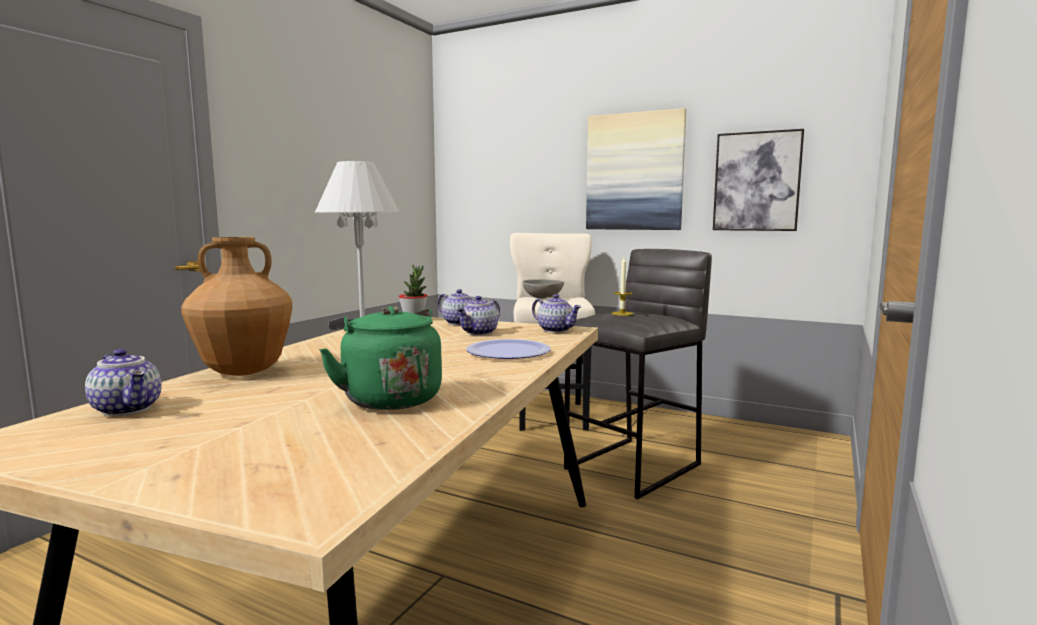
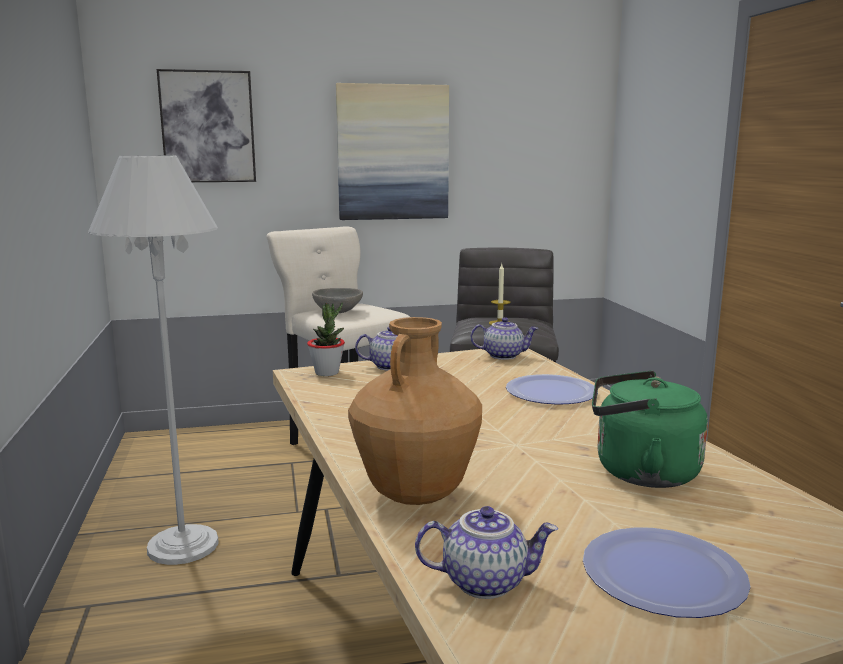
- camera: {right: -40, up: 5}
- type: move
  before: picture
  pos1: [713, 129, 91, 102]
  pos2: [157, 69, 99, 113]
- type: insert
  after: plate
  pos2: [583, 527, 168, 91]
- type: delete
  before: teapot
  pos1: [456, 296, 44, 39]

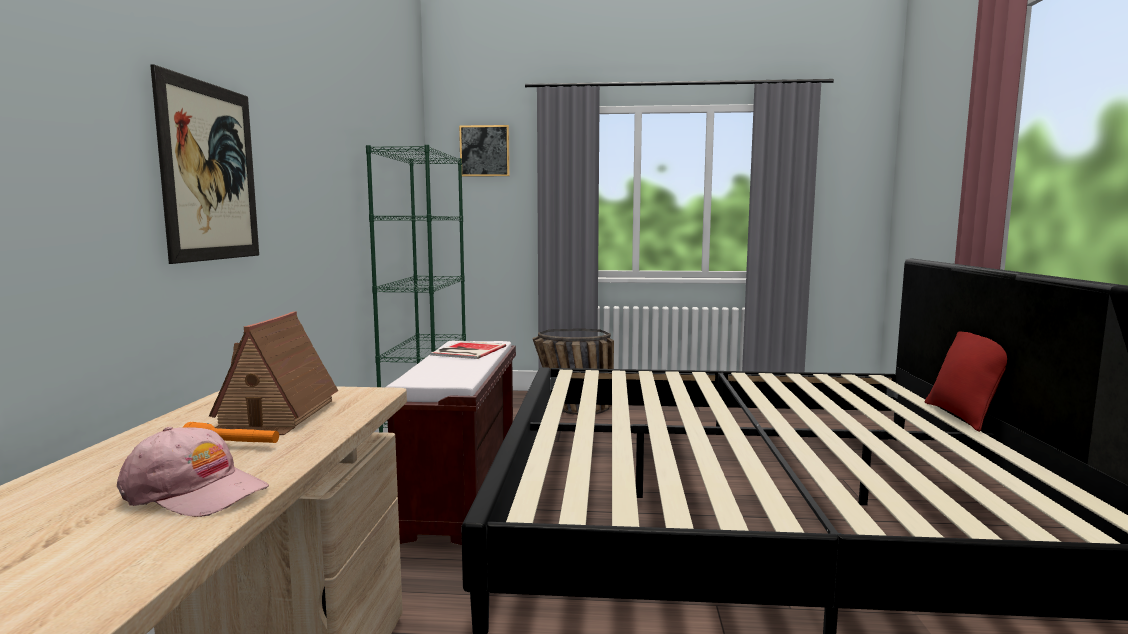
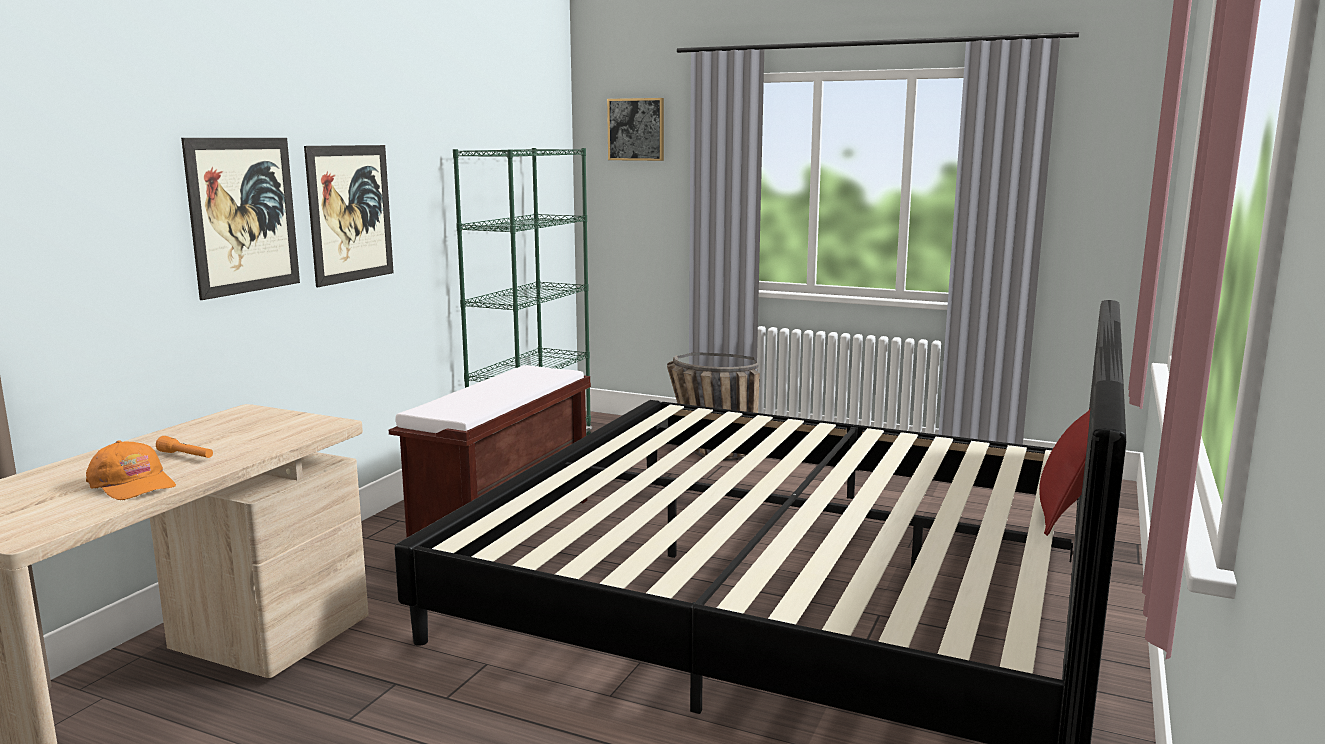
- camera: {right: 20, up: 5}
- type: recolor
  before: pink cap
  after: orange cap
  pos1: [117, 427, 152, 90]
  pos2: [86, 440, 90, 60]
- type: insert
  after: picture
  pos2: [304, 145, 90, 142]
- type: delete
  before: toy house
  pos1: [209, 311, 129, 124]
- type: delete
  before: book
  pos1: [430, 341, 76, 18]

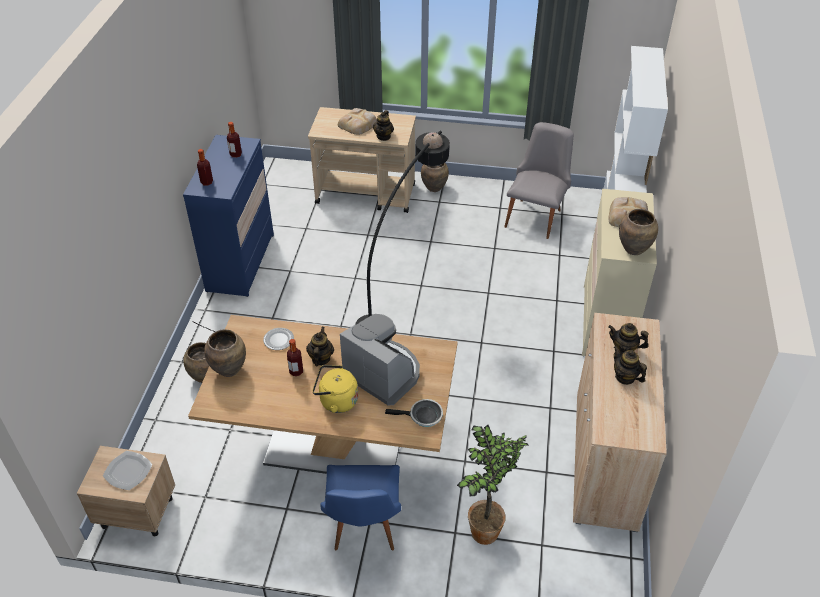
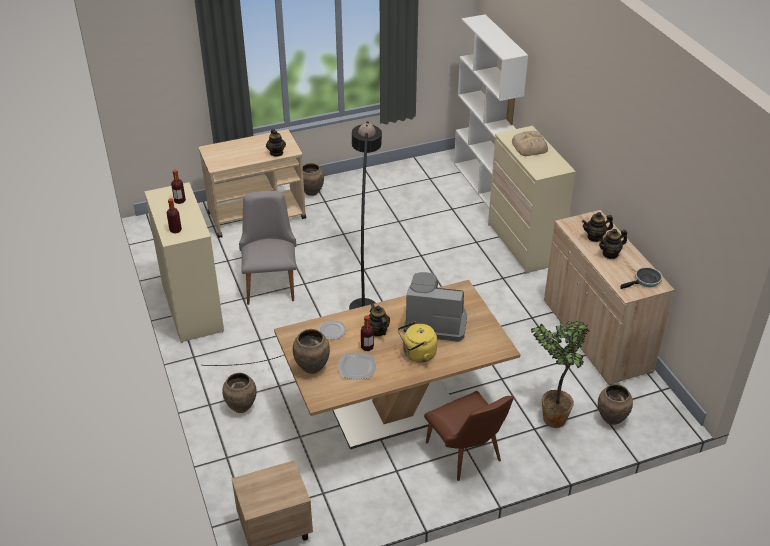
- camera: {right: -30, up: -5}
- type: recolor
  before: blue dresser
  after: beige dresser
  pos1: [183, 135, 91, 162]
  pos2: [144, 182, 80, 161]
- type: move
  before: grey chair
  pos1: [504, 122, 70, 117]
  pos2: [239, 191, 58, 114]
- type: move
  before: plate
  pos1: [103, 451, 50, 39]
  pos2: [338, 352, 38, 27]
- type: recolor
  before: blue chair
  after: brown chair
  pos1: [320, 465, 81, 86]
  pos2: [424, 391, 90, 90]
- type: move
  before: brown vase
  pos1: [619, 209, 39, 46]
  pos2: [598, 384, 35, 41]
- type: rotate
  before: teapot
  pos1: [614, 346, 33, 39]
  pos2: [599, 229, 28, 30]
  turn: -45
- type: move
  before: frying pan
  pos1: [385, 399, 58, 28]
  pos2: [620, 267, 43, 22]
- type: delete
  before: bread
  pos1: [338, 108, 39, 27]

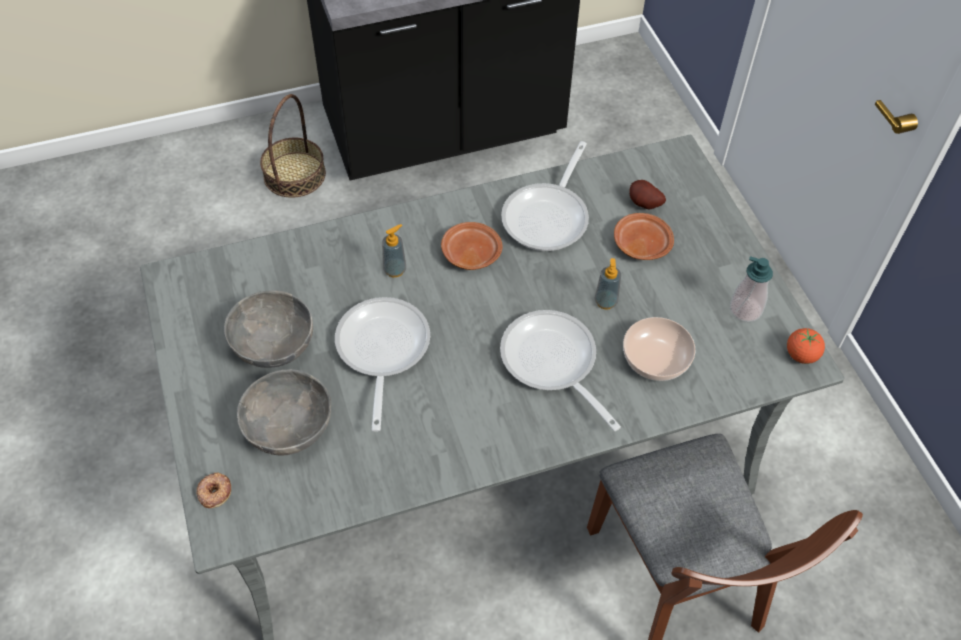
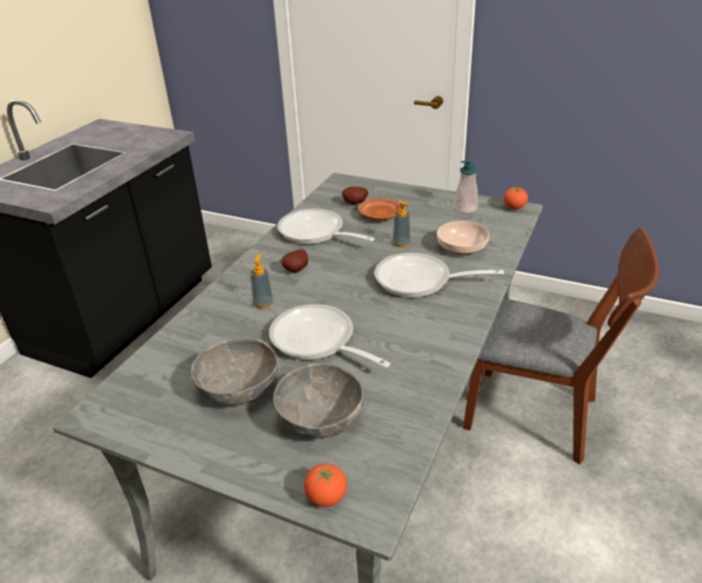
- camera: {right: -45, up: -20}
- type: rotate
  before: frying pan
  pos1: [501, 141, 88, 110]
  pos2: [278, 208, 97, 36]
  turn: 150
- type: replace
  before: brown plate
  after: potato
  pos1: [441, 222, 62, 48]
  pos2: [281, 250, 27, 22]
- type: replace
  before: donut
  after: tomato
  pos1: [196, 473, 35, 35]
  pos2: [304, 463, 43, 44]
- type: delete
  before: basket
  pos1: [260, 94, 66, 104]

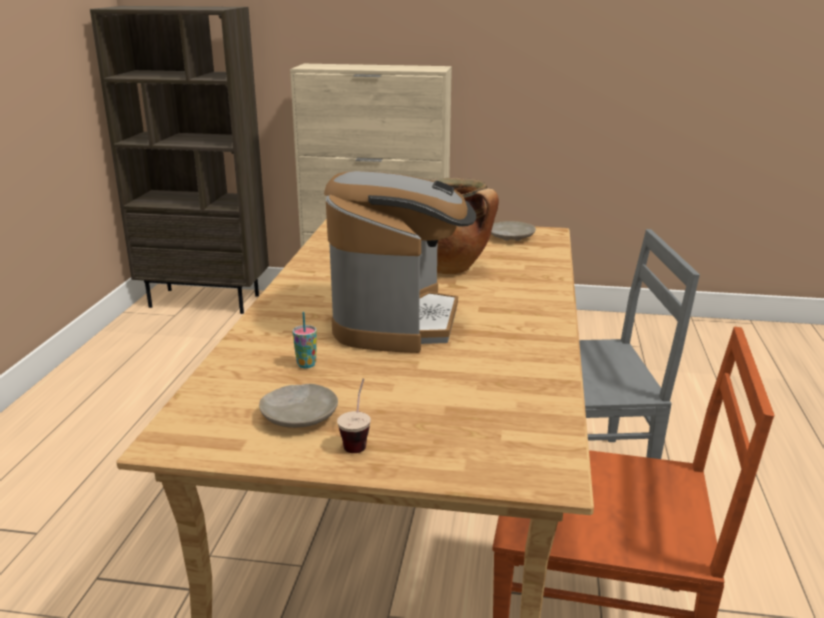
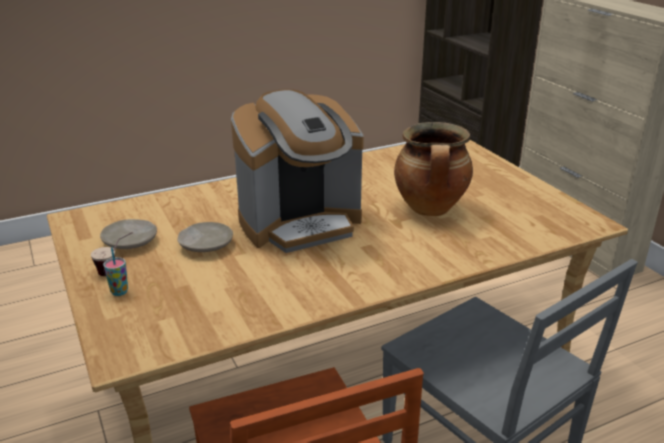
- camera: {right: 55, up: 5}
- type: move
  before: cup
  pos1: [292, 312, 25, 56]
  pos2: [103, 248, 25, 48]
- type: move
  before: beige plate
  pos1: [491, 221, 45, 20]
  pos2: [178, 222, 55, 30]

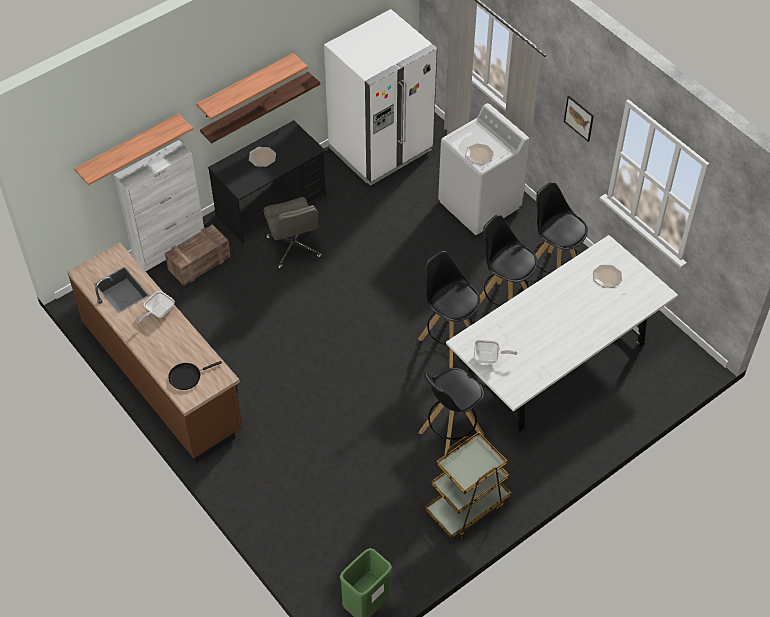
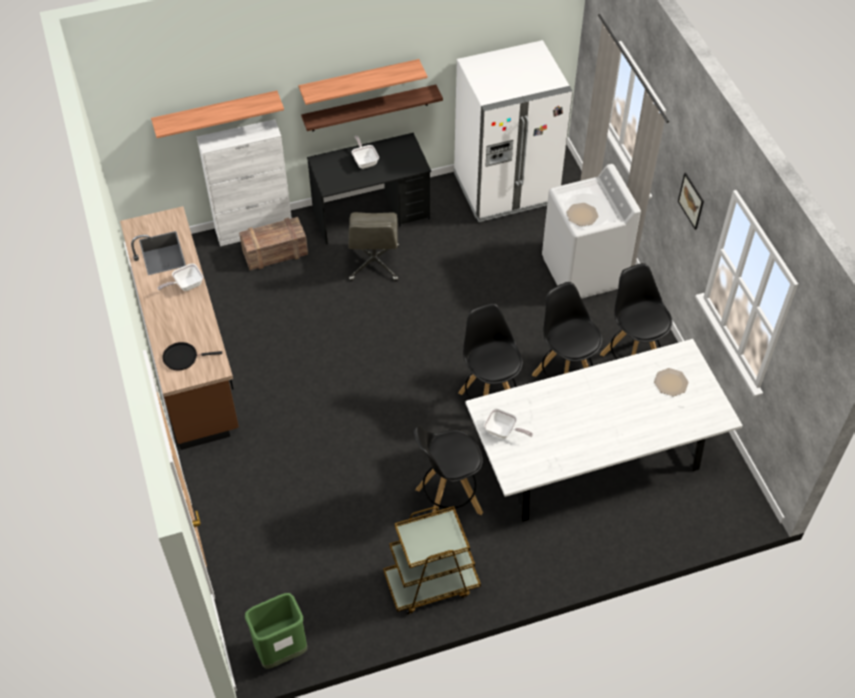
- camera: {right: 20, up: 0}
- type: replace
  before: plate
  after: frying pan
  pos1: [249, 147, 27, 20]
  pos2: [352, 136, 27, 33]

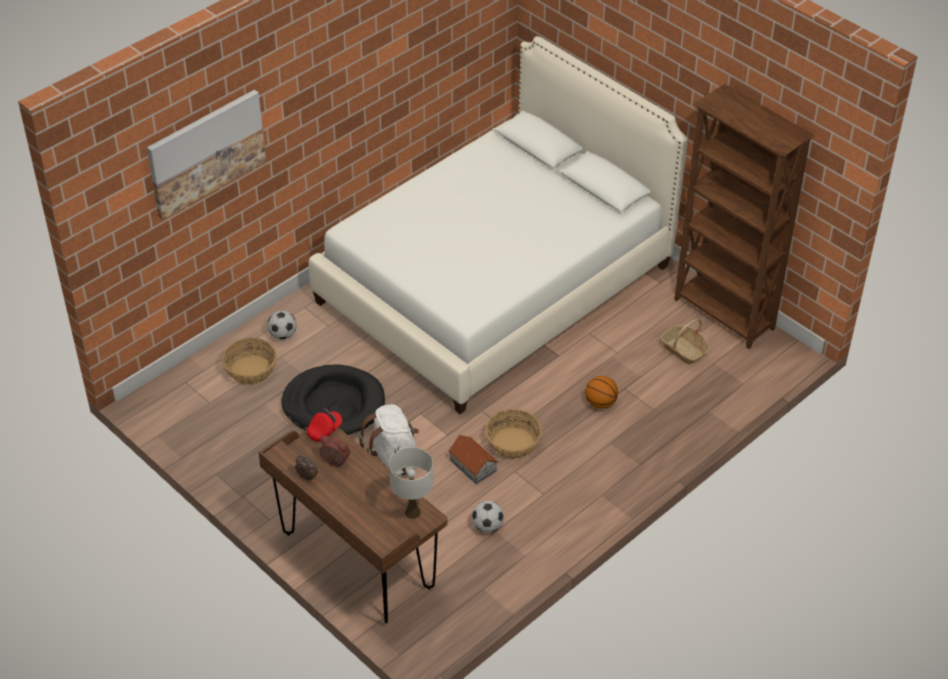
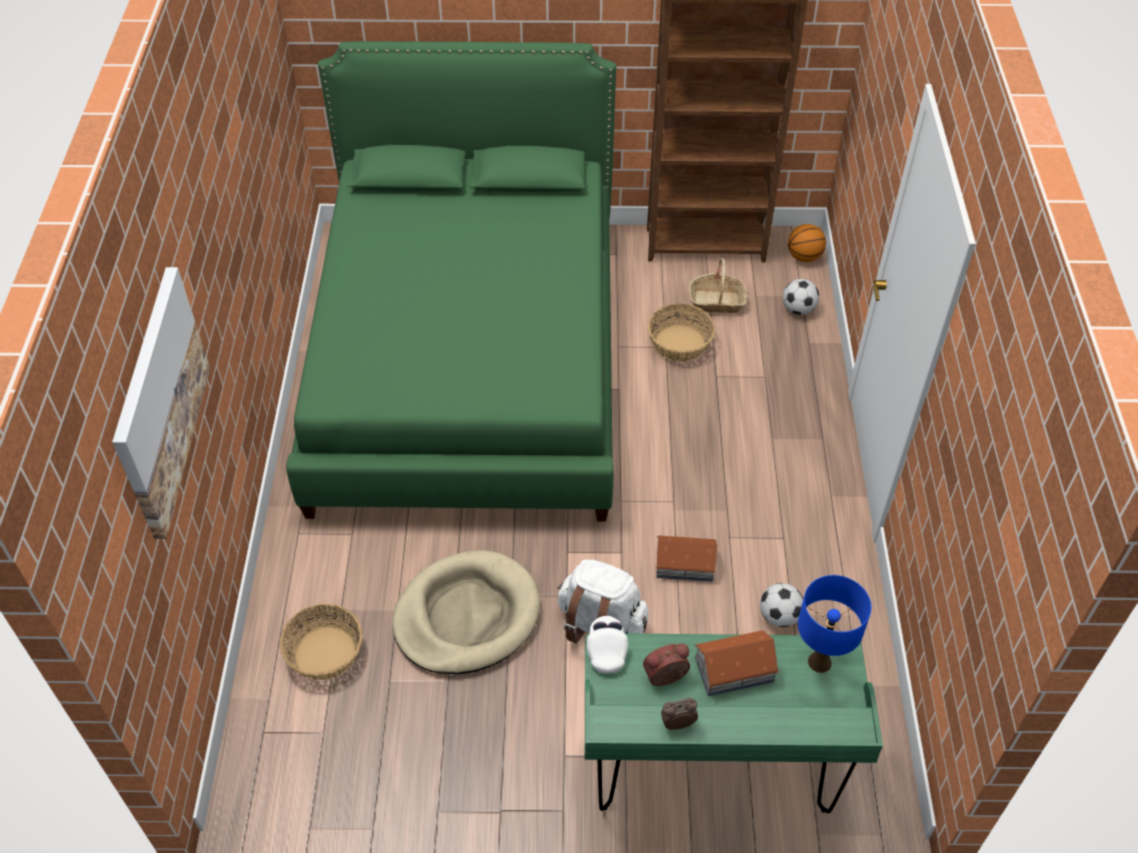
- camera: {right: -45, up: 5}
- type: recolor
  before: white bed
  after: green bed
  pos1: [309, 36, 379, 378]
  pos2: [286, 41, 330, 481]
- type: recolor
  before: black dog bed
  after: beige dog bed
  pos1: [282, 364, 103, 71]
  pos2: [392, 550, 148, 125]
- type: recolor
  before: brown desk
  after: green desk
  pos1: [259, 427, 189, 196]
  pos2: [585, 633, 298, 180]
- type: recolor
  before: red cap
  after: white cap
  pos1: [307, 408, 35, 34]
  pos2: [587, 616, 41, 58]
- type: move
  before: basket
  pos1: [485, 409, 57, 50]
  pos2: [648, 303, 67, 59]
- type: insert
  after: toy house
  pos2: [695, 630, 85, 66]
- type: move
  before: football
  pos1: [267, 311, 30, 28]
  pos2: [783, 279, 36, 36]
- type: move
  before: basketball
  pos1: [585, 376, 33, 33]
  pos2: [788, 224, 38, 38]
- type: recolor
  before: white table lamp
  after: blue table lamp
  pos1: [389, 447, 44, 72]
  pos2: [798, 575, 73, 98]

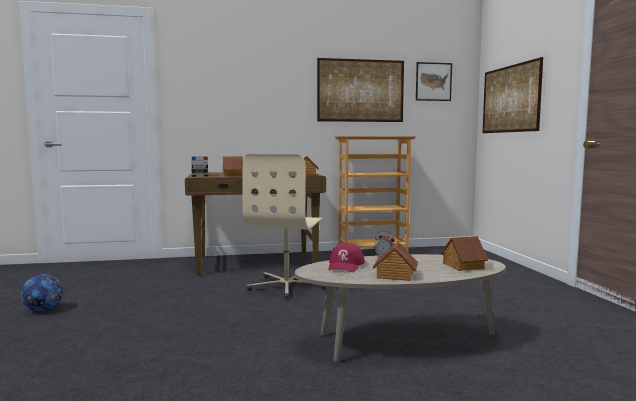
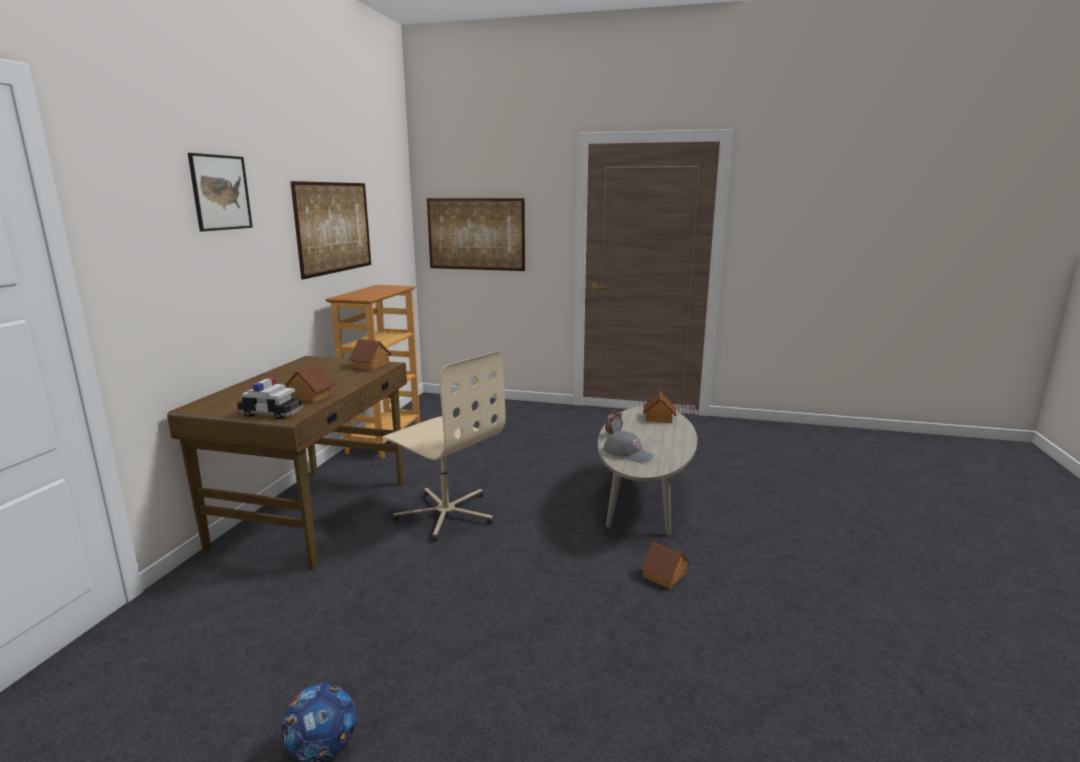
- camera: {right: -65, up: 10}
- type: move
  before: picture
  pos1: [416, 62, 36, 39]
  pos2: [188, 153, 65, 78]
- type: recolor
  before: red cap
  after: grey cap
  pos1: [328, 243, 37, 29]
  pos2: [603, 431, 51, 32]
- type: move
  before: toy house
  pos1: [373, 241, 45, 40]
  pos2: [641, 541, 49, 48]

